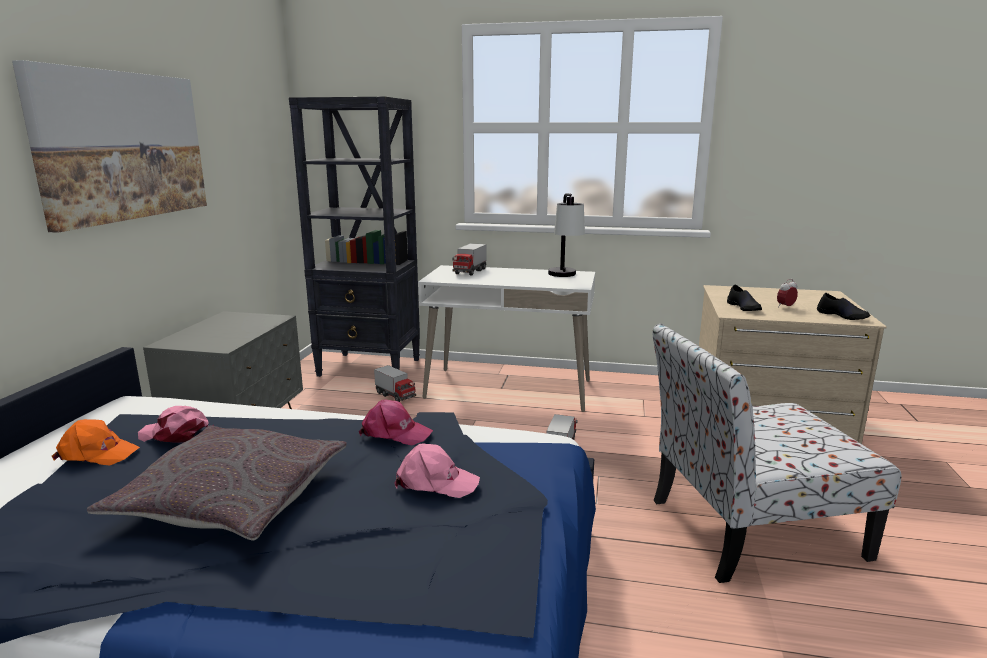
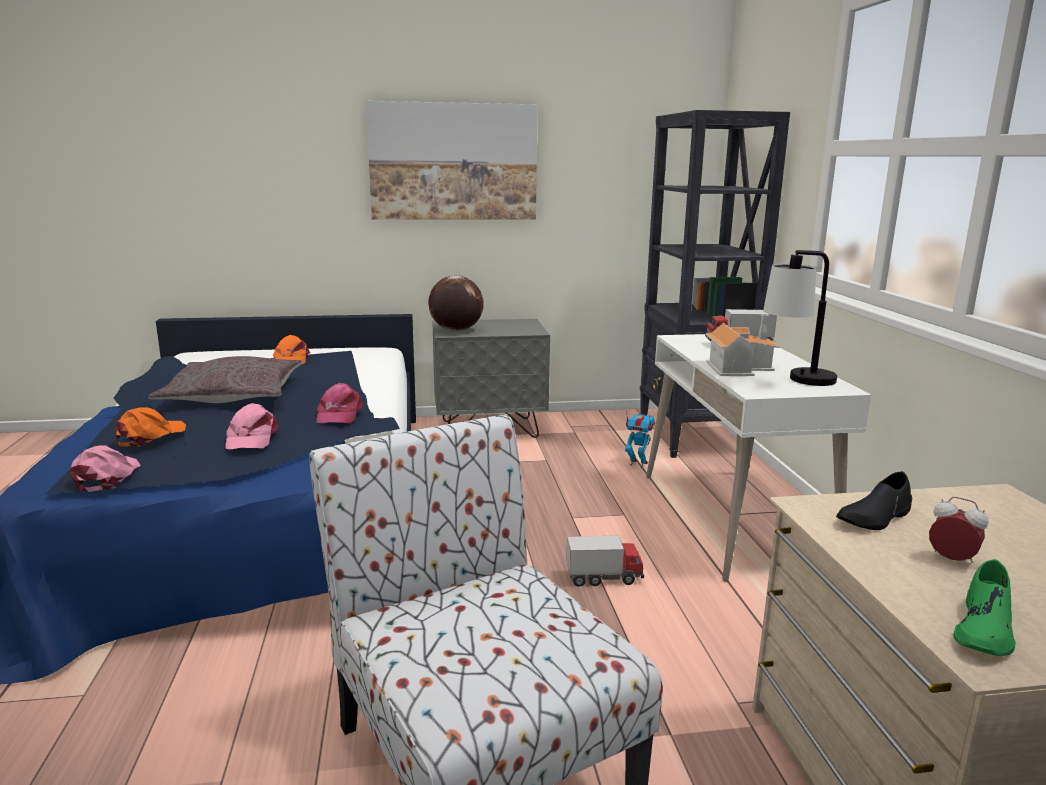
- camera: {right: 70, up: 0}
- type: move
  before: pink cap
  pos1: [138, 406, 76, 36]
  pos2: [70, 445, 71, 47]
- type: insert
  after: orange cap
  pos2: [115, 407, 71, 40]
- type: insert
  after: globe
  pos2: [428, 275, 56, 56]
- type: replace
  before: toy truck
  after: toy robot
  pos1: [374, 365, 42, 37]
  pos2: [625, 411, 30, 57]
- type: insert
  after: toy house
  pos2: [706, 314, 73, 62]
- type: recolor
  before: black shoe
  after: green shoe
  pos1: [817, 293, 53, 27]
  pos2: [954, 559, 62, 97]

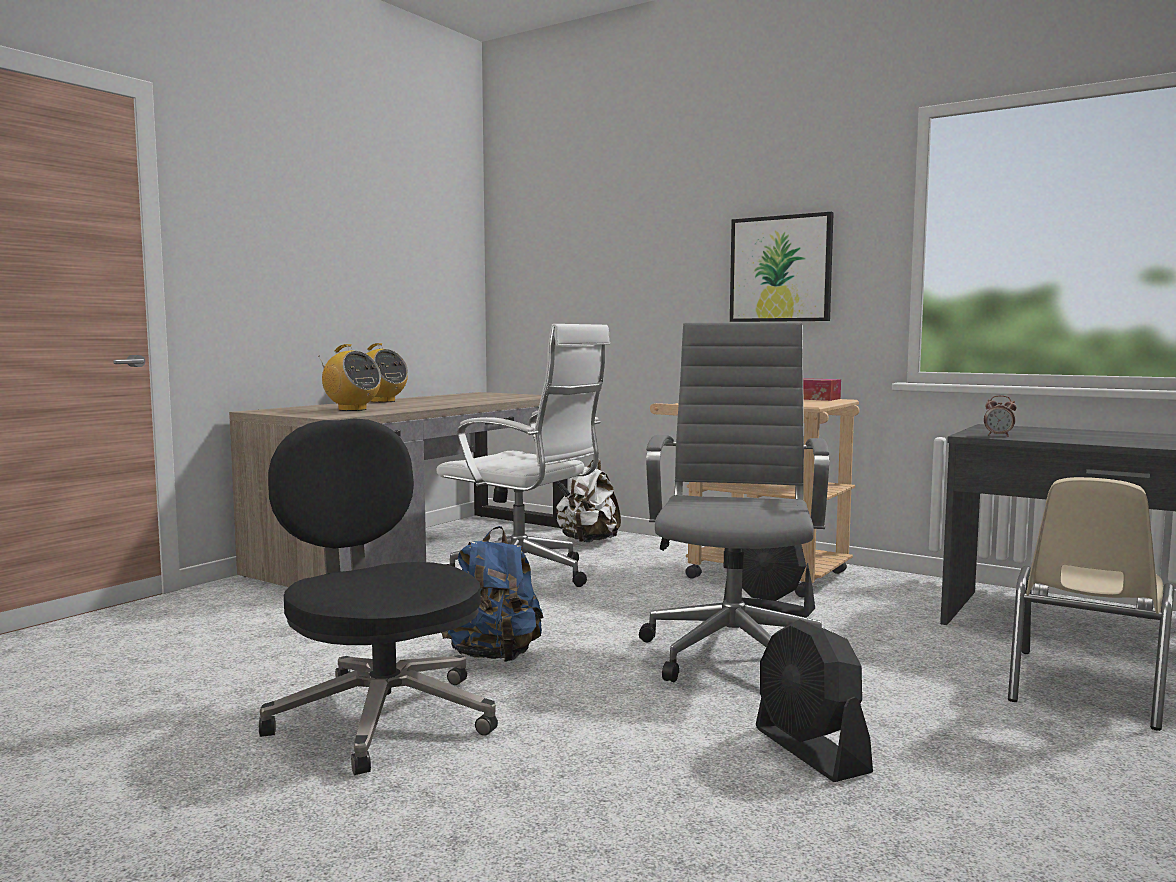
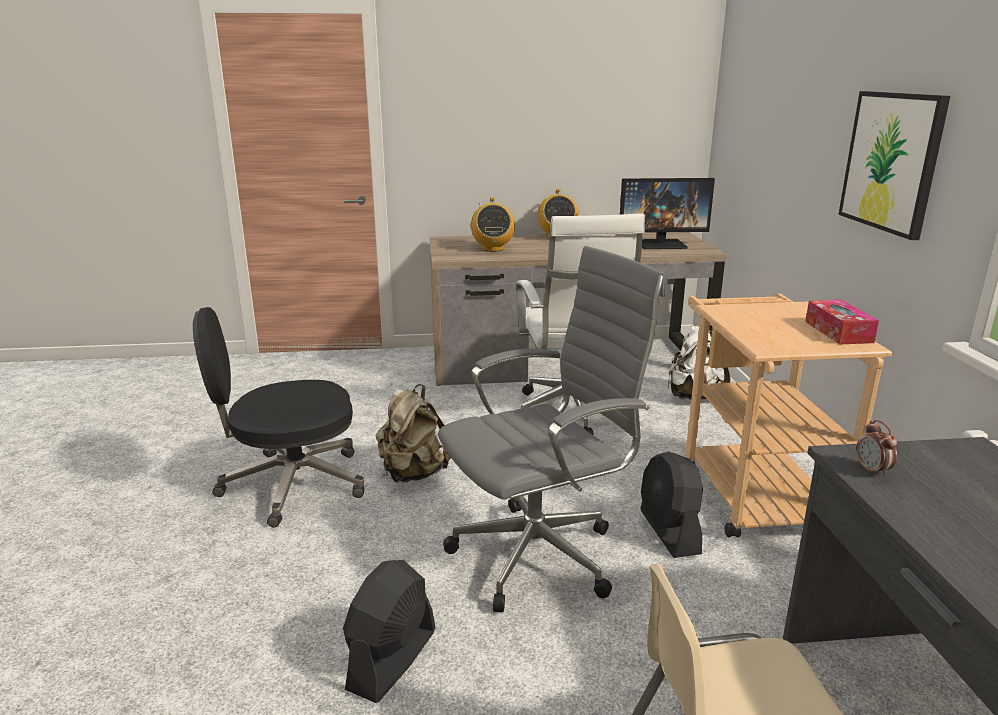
- camera: {right: 50, up: 15}
- type: rotate
  before: black office chair
  pos1: [259, 419, 239, 356]
  pos2: [193, 307, 171, 220]
  turn: -120
- type: recolor
  before: blue backpack
  after: beige backpack
  pos1: [442, 526, 101, 136]
  pos2: [376, 384, 75, 99]
- type: insert
  after: monitor
  pos2: [620, 178, 95, 71]

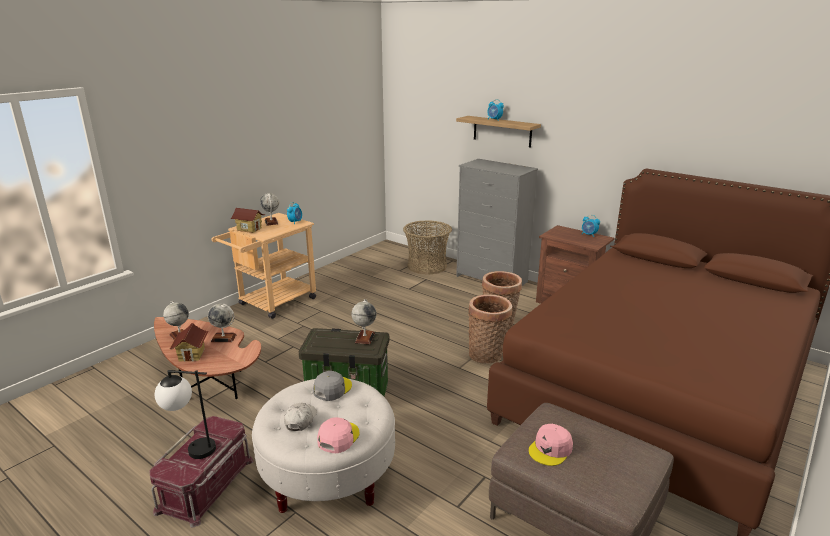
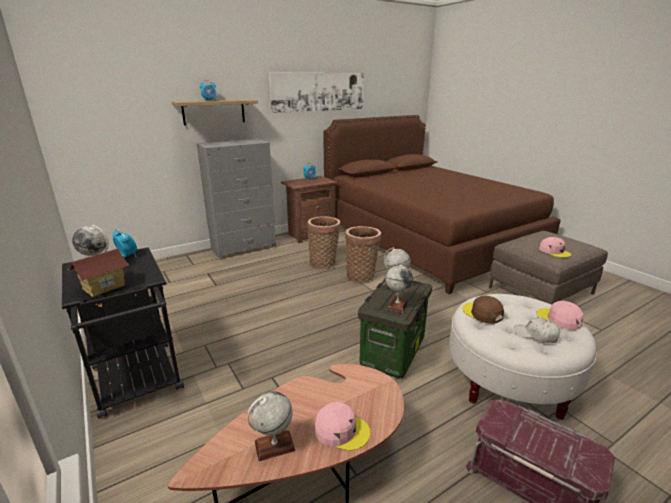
- camera: {right: -70, up: 0}
- type: recolor
  before: beige cart
  after: black cart
  pos1: [211, 213, 105, 106]
  pos2: [62, 247, 122, 172]
- type: insert
  after: picture
  pos2: [269, 72, 95, 41]
- type: replace
  before: toy house
  after: pink cap
  pos1: [170, 323, 38, 39]
  pos2: [315, 402, 55, 49]
- type: move
  before: globe
  pos1: [208, 304, 28, 38]
  pos2: [386, 263, 27, 50]
- type: recolor
  before: grey cap
  after: brown cap
  pos1: [313, 371, 39, 30]
  pos2: [462, 296, 42, 28]
- type: delete
  before: table lamp
  pos1: [155, 370, 61, 89]
- type: delete
  before: basket
  pos1: [403, 220, 49, 55]

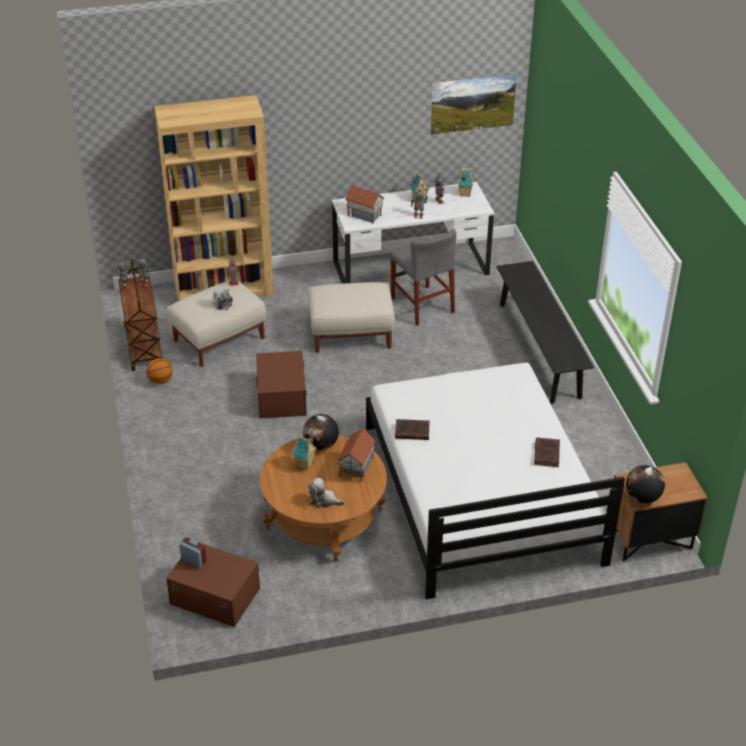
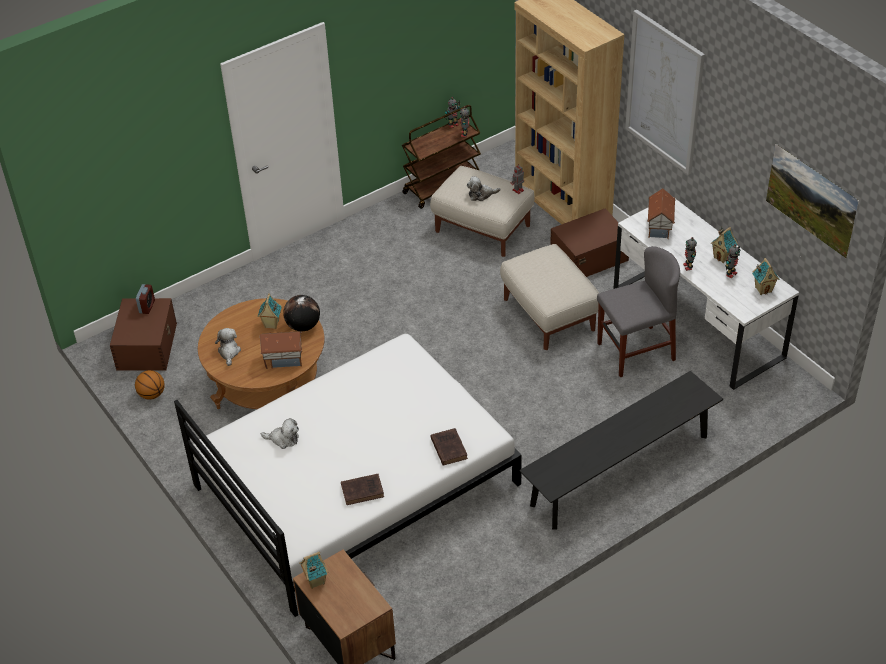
- camera: {right: 70, up: 5}
- type: move
  before: basketball
  pos1: [146, 358, 27, 26]
  pos2: [135, 370, 30, 30]
- type: insert
  after: plush toy
  pos2: [261, 418, 38, 31]
- type: replace
  before: globe
  after: toy house
  pos1: [626, 465, 39, 39]
  pos2: [299, 552, 29, 37]
- type: move
  before: brown book
  pos1: [395, 419, 35, 21]
  pos2: [431, 428, 37, 38]
- type: move
  before: brown storage box
  pos1: [256, 351, 51, 68]
  pos2: [550, 209, 79, 68]
- type: rotate
  before: grey chair
  pos1: [390, 229, 66, 97]
  pos2: [597, 246, 83, 131]
  turn: -150
- type: insert
  after: picture
  pos2: [625, 10, 80, 165]

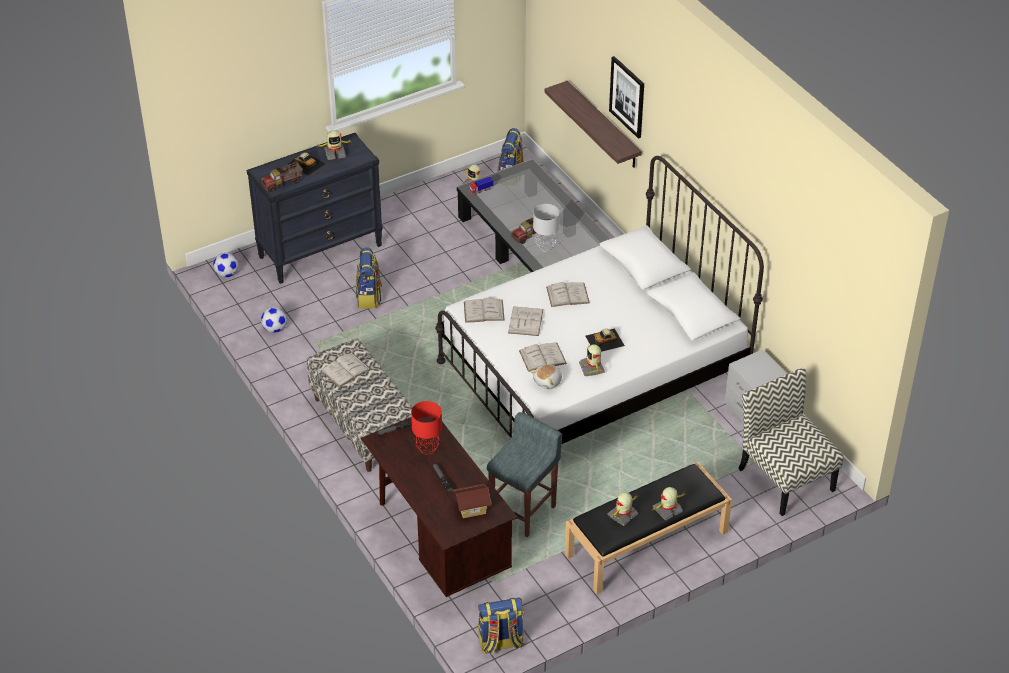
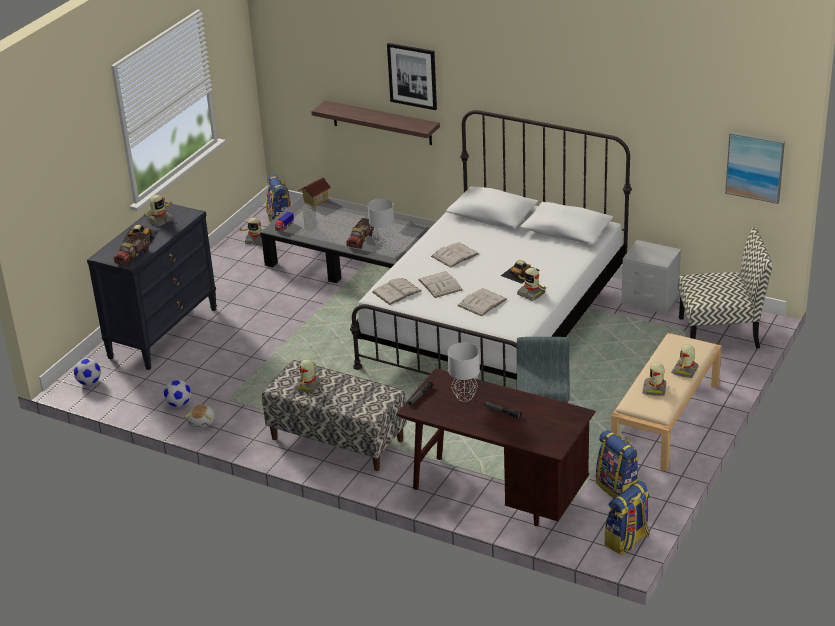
- camera: {right: -30, up: -10}
- type: move
  before: plush toy
  pos1: [530, 364, 32, 25]
  pos2: [184, 405, 31, 23]
- type: replace
  before: white book
  after: toy robot
  pos1: [321, 353, 50, 35]
  pos2: [293, 359, 28, 34]
- type: move
  before: toy house
  pos1: [453, 483, 39, 35]
  pos2: [298, 177, 34, 30]
- type: recolor
  before: red table lamp
  after: grey table lamp
  pos1: [411, 401, 31, 54]
  pos2: [448, 343, 32, 59]
- type: move
  before: backpack
  pos1: [356, 247, 26, 62]
  pos2: [596, 430, 43, 68]
- type: recolor
  before: black bench
  after: beige bench
  pos1: [565, 462, 167, 132]
  pos2: [611, 333, 111, 138]
- type: rotate
  before: chair
  pos1: [738, 368, 106, 148]
  pos2: [678, 227, 95, 121]
  turn: 150
- type: insert
  after: picture
  pos2: [725, 131, 60, 73]

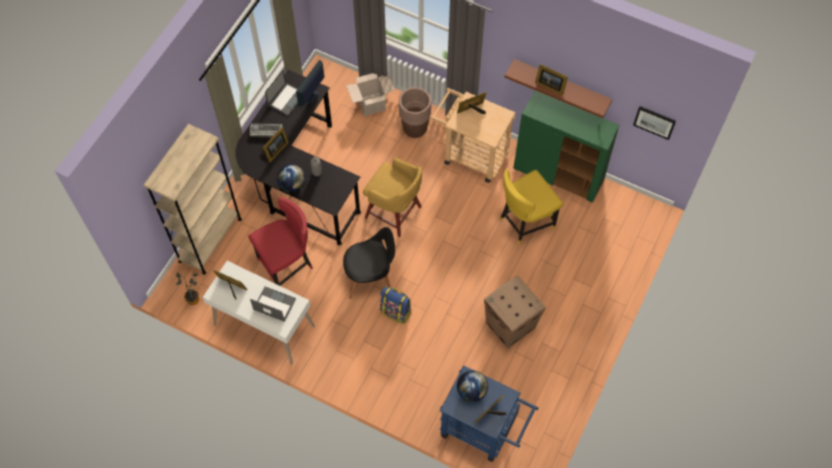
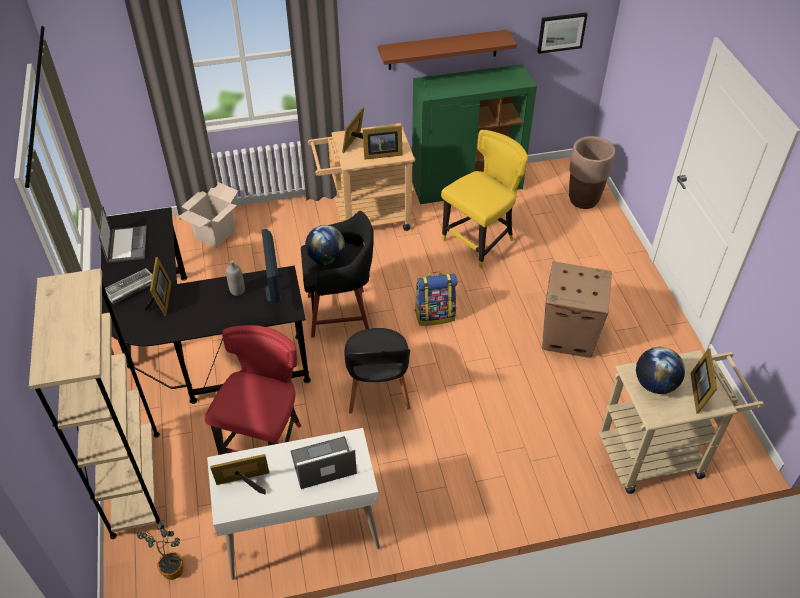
- camera: {right: -40, up: -15}
- type: move
  before: monitor
  pos1: [296, 60, 28, 46]
  pos2: [261, 229, 20, 75]
- type: recolor
  before: yellow stool
  after: black stool
  pos1: [363, 158, 59, 79]
  pos2: [301, 211, 73, 127]
- type: move
  before: globe
  pos1: [277, 164, 29, 29]
  pos2: [305, 225, 40, 40]
- type: rotate
  before: black chair
  pos1: [343, 227, 52, 72]
  pos2: [344, 328, 67, 86]
  turn: 135
- type: move
  before: picture frame
  pos1: [535, 64, 33, 32]
  pos2: [362, 125, 41, 35]
- type: move
  before: backpack
  pos1: [380, 287, 32, 37]
  pos2: [415, 272, 42, 54]
- type: rotate
  before: yellow chair
  pos1: [500, 169, 63, 76]
  pos2: [441, 130, 87, 139]
  turn: -150
- type: move
  before: brown planter
  pos1: [399, 87, 33, 51]
  pos2: [569, 136, 46, 73]
- type: recolor
  before: blue cart
  after: beige cart
  pos1: [439, 366, 99, 96]
  pos2: [599, 350, 165, 144]

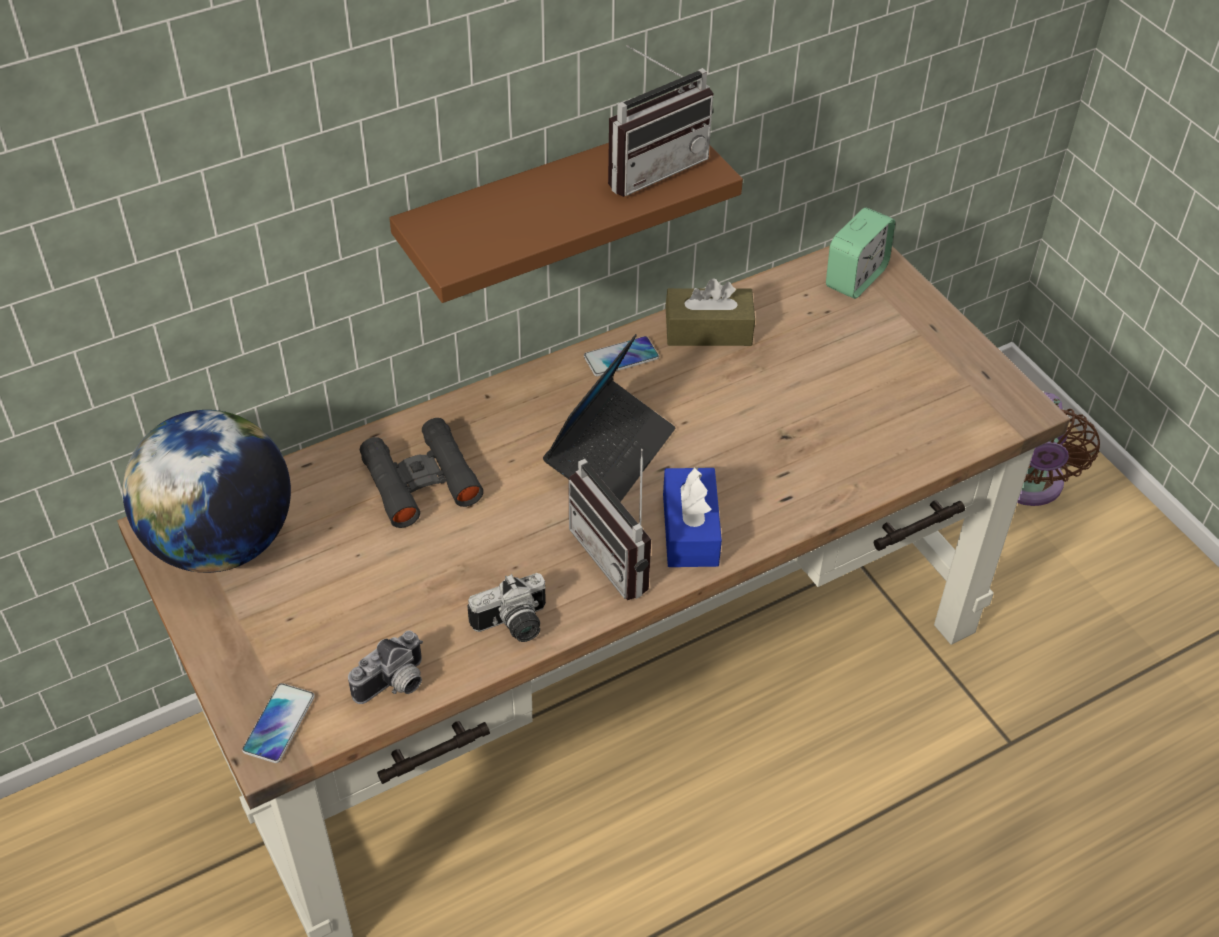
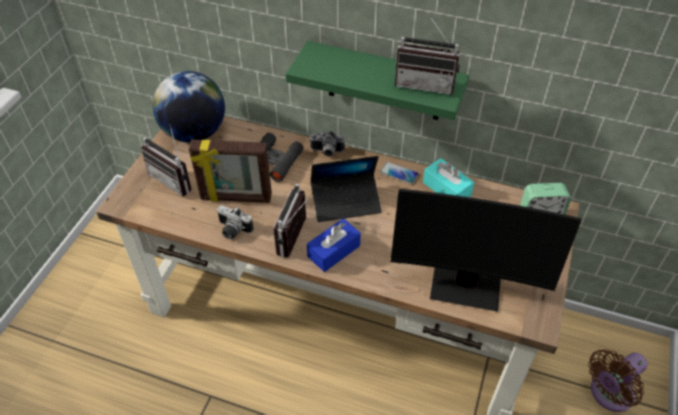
- camera: {right: 50, up: 0}
- type: insert
  after: radio
  pos2: [141, 125, 51, 71]
- type: insert
  after: picture frame
  pos2: [189, 140, 83, 63]
- type: recolor
  before: brown shelf
  after: green shelf
  pos1: [389, 143, 354, 160]
  pos2: [286, 41, 183, 79]
- type: move
  before: photo camera
  pos1: [348, 631, 75, 73]
  pos2: [309, 131, 36, 26]
- type: insert
  after: monitor
  pos2: [391, 189, 190, 123]
- type: recolor
  before: brown tissue box
  after: turquoise tissue box
  pos1: [665, 278, 90, 68]
  pos2: [423, 158, 51, 39]
- type: delete
  before: phone
  pos1: [242, 683, 73, 80]

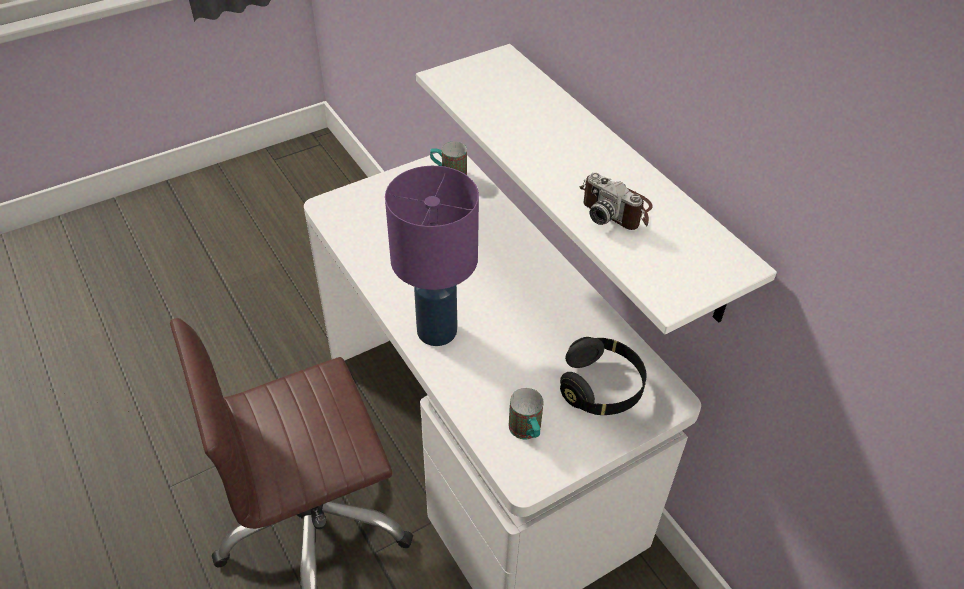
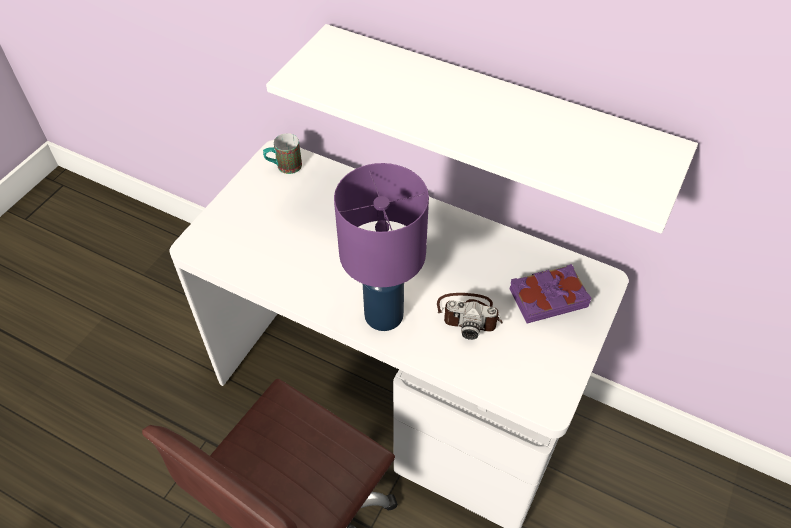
- camera: {right: -30, up: 5}
- type: move
  before: photo camera
  pos1: [580, 173, 73, 57]
  pos2: [437, 293, 66, 47]
- type: replace
  before: black headphones
  after: purple book
  pos1: [560, 337, 86, 78]
  pos2: [510, 264, 81, 60]
- type: delete
  before: mug
  pos1: [509, 388, 34, 51]

